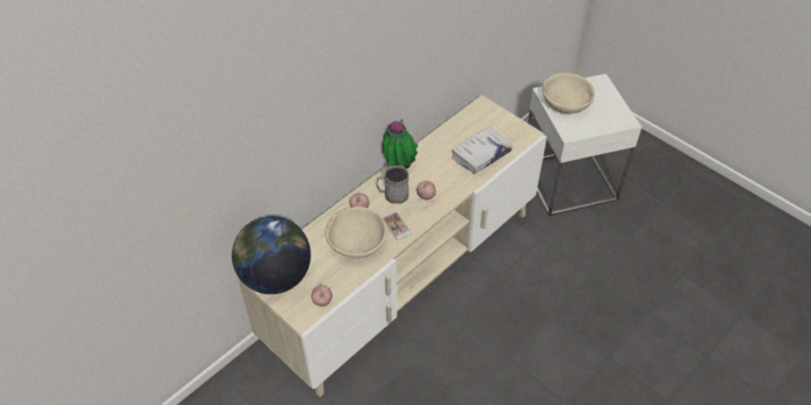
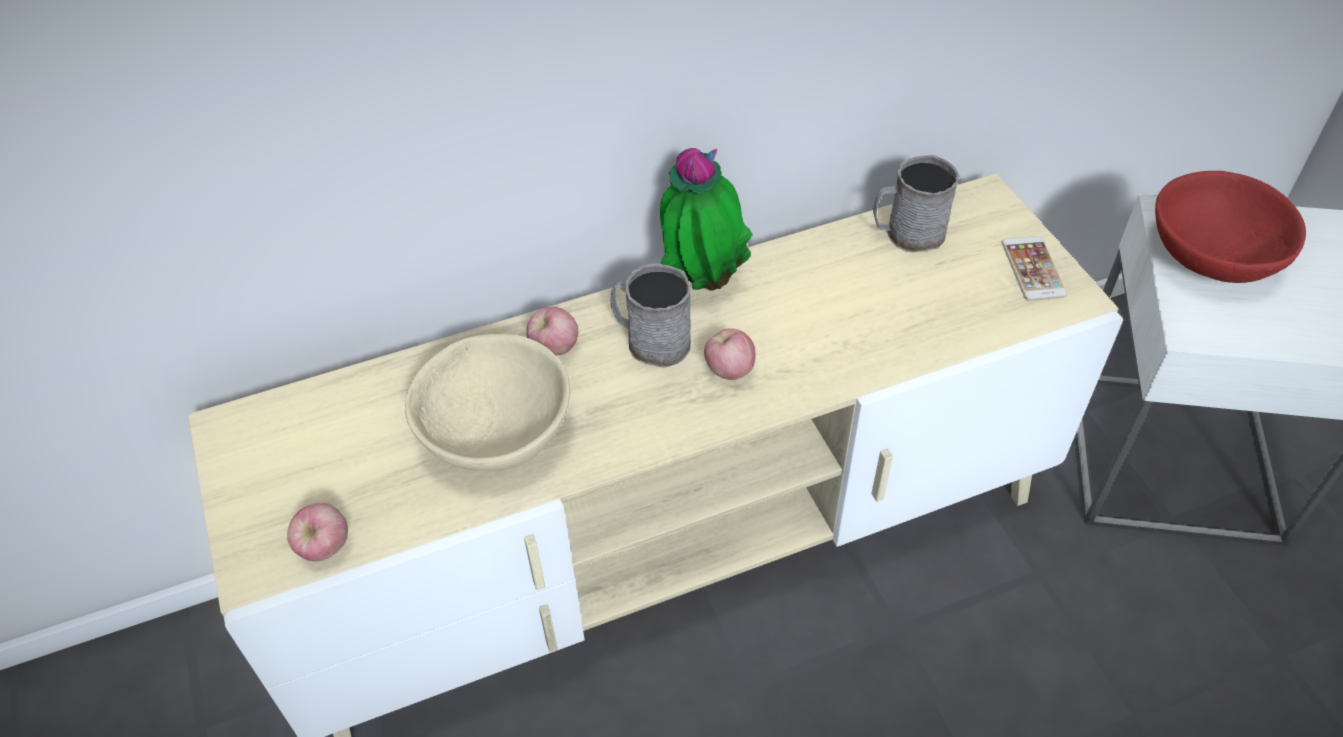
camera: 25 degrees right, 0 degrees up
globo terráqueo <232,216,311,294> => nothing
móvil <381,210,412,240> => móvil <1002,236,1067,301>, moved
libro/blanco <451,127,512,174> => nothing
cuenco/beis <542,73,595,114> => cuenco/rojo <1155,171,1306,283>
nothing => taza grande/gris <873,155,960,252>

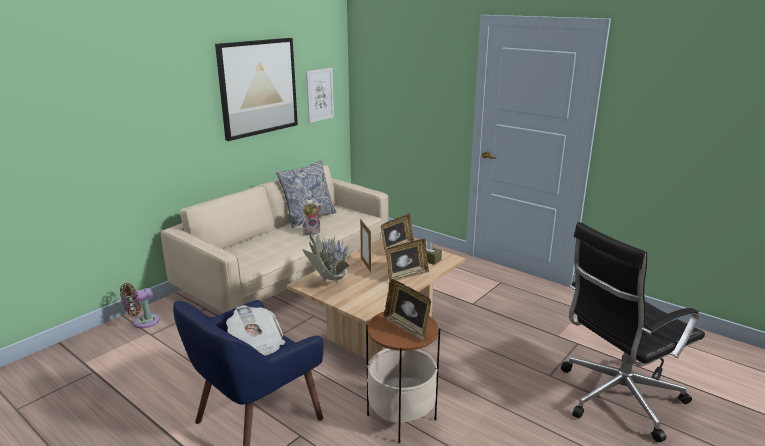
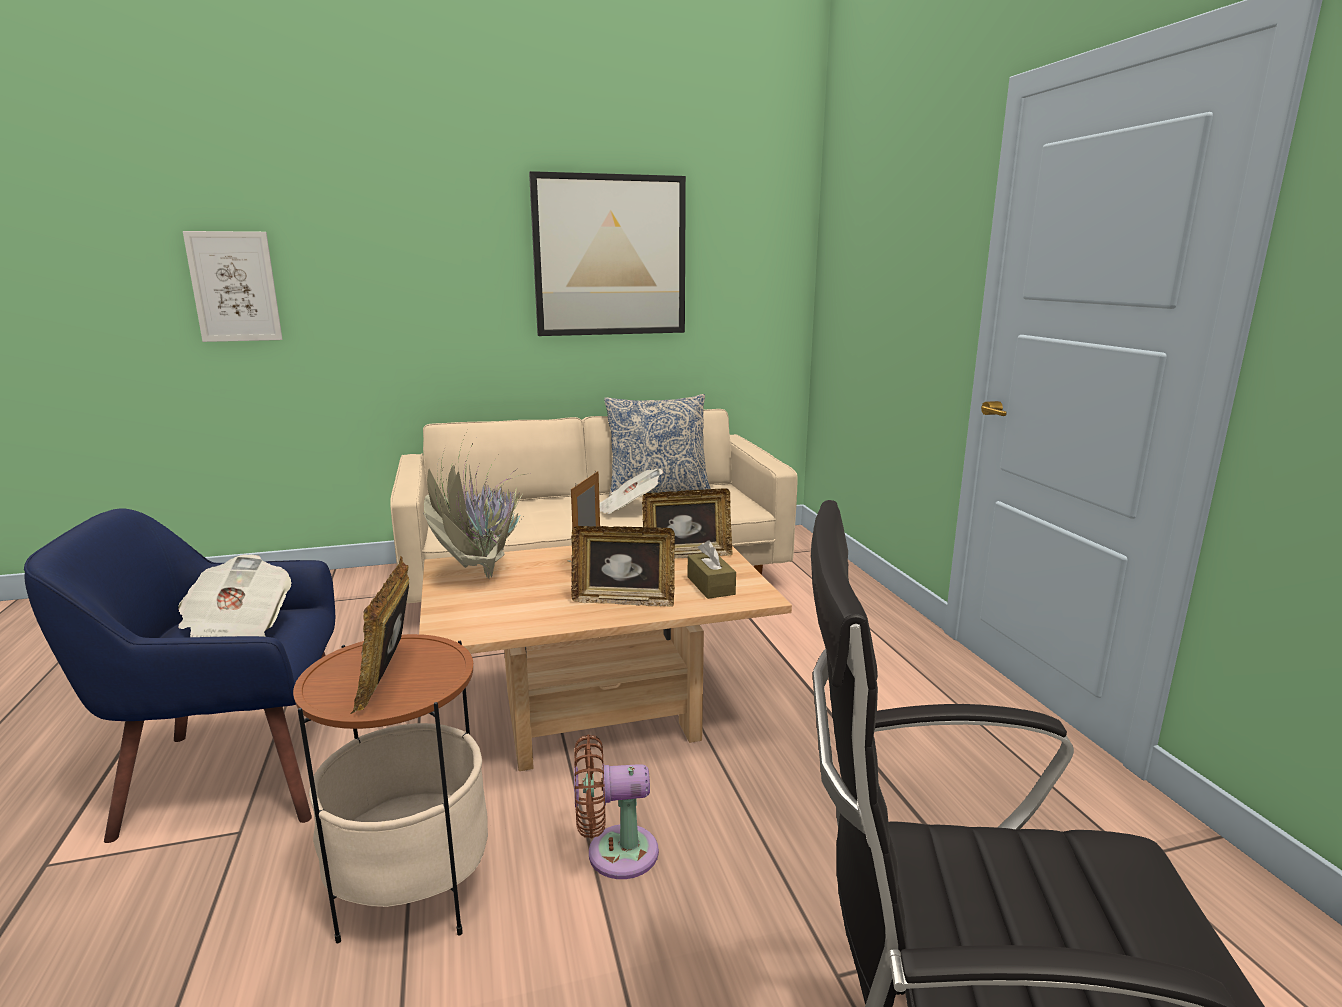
camera: 35 degrees right, 5 degrees down
ventilador/marrón <120,283,160,328> => ventilador/marrón <574,735,659,879>, moved
peluche <302,199,322,235> => periódico <599,469,663,514>
cuadro <306,68,334,123> => cuadro <183,231,283,342>, moved

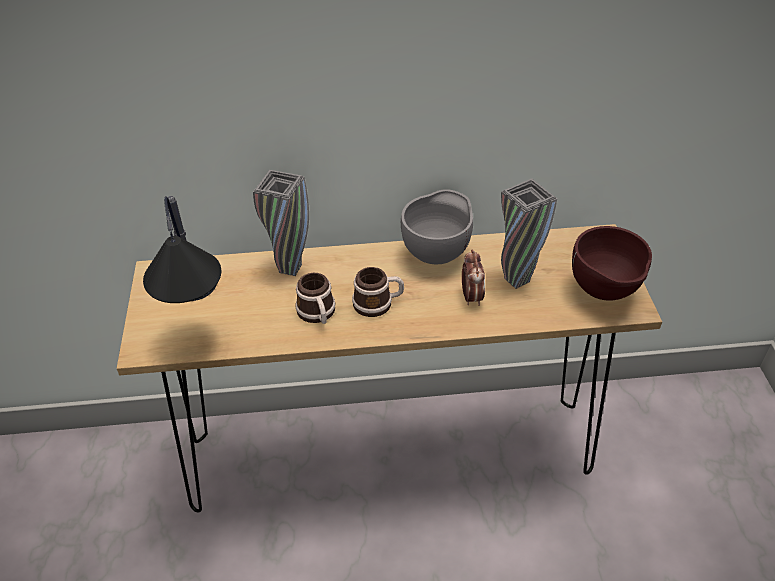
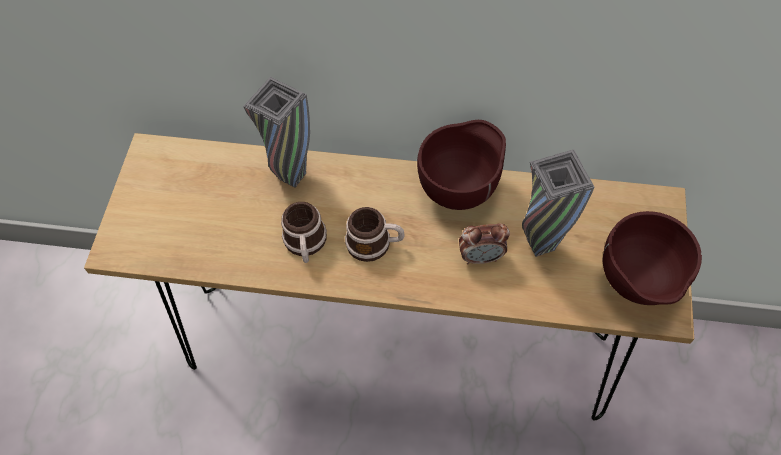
camera: 15 degrees right, 15 degrees up
lámpara de mesa <143,196,221,303> => nothing
cuenco/gris <401,189,473,264> => cuenco/marrón <417,120,506,210>
despertador <462,250,485,306> => despertador <459,223,510,265>, 75 degrees clockwise

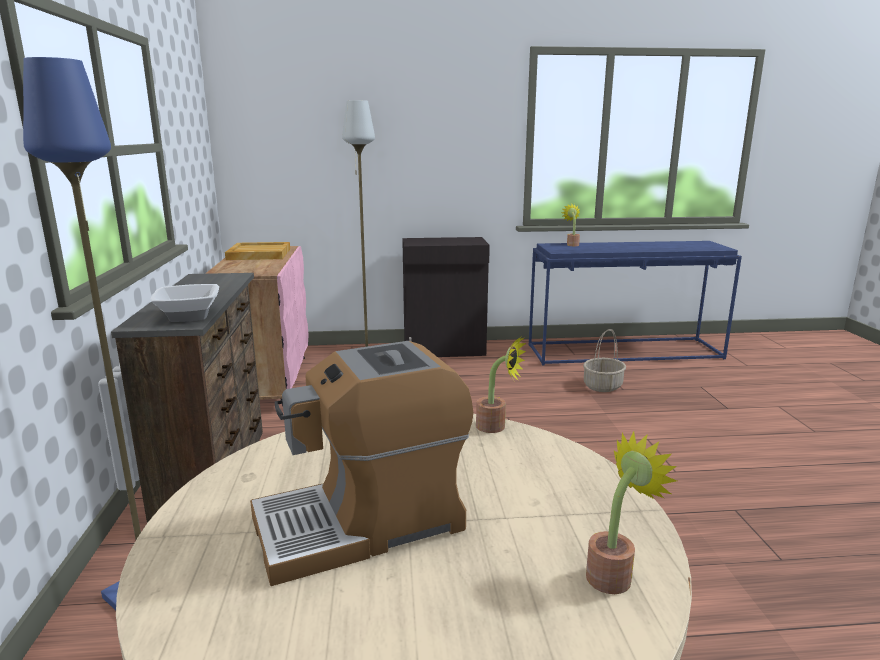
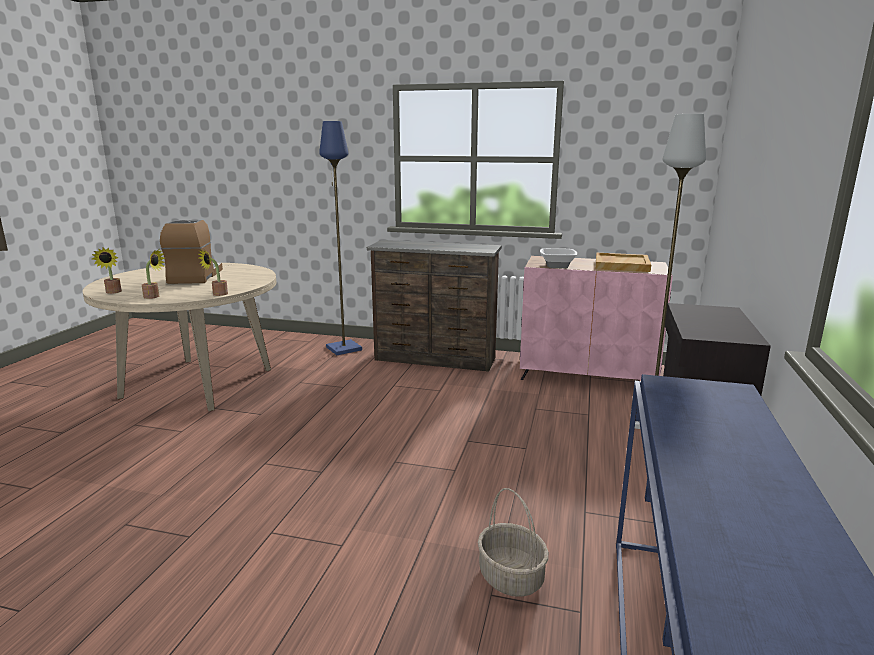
camera: 110 degrees right, 0 degrees up
cuenco <150,284,219,322> => cuenco <540,248,577,268>, moved
planta en maceta <561,204,580,246> => planta en maceta <142,249,165,299>, moved

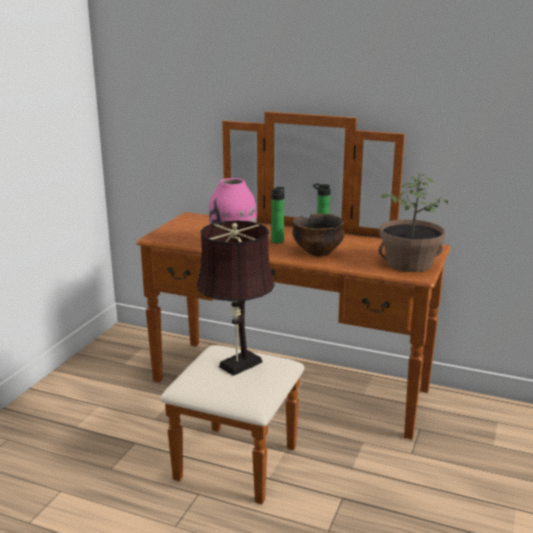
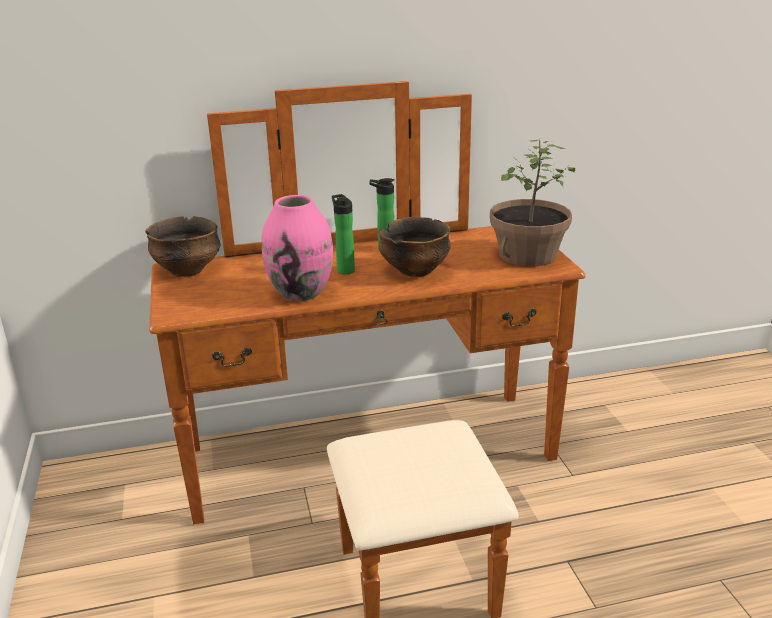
camera: 35 degrees left, 5 degrees up
lámpara de mesa/marrón <197,220,275,376> => nothing
nothing => cuenco <145,216,221,277>

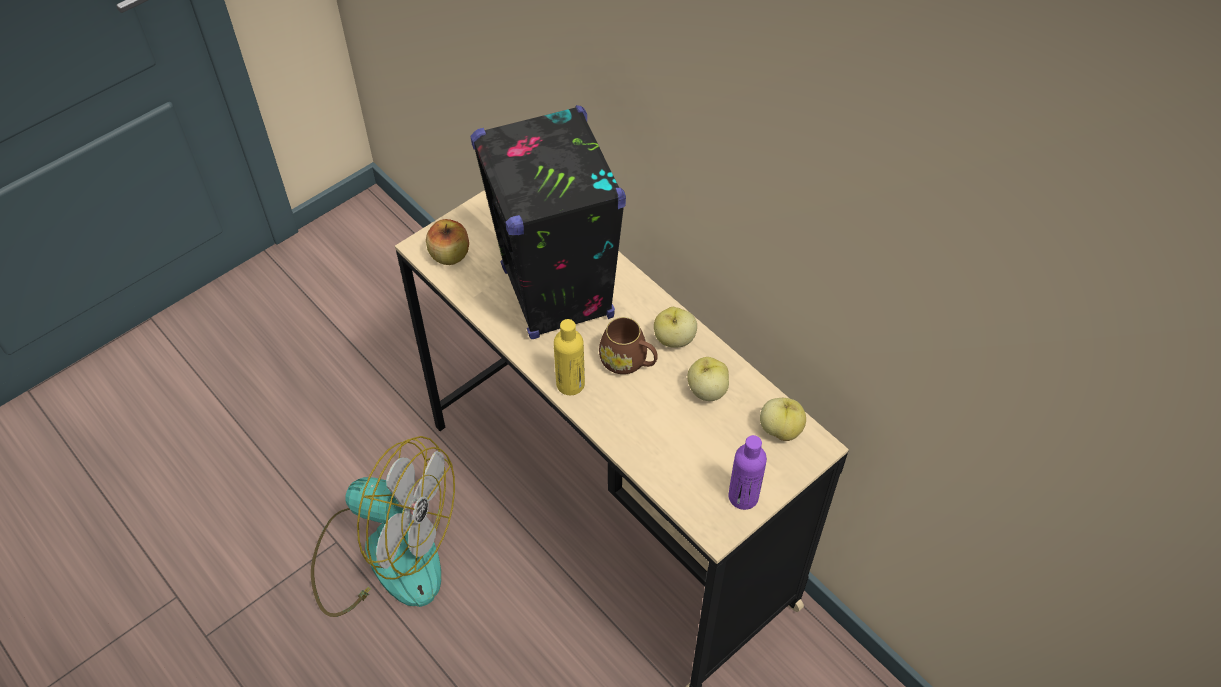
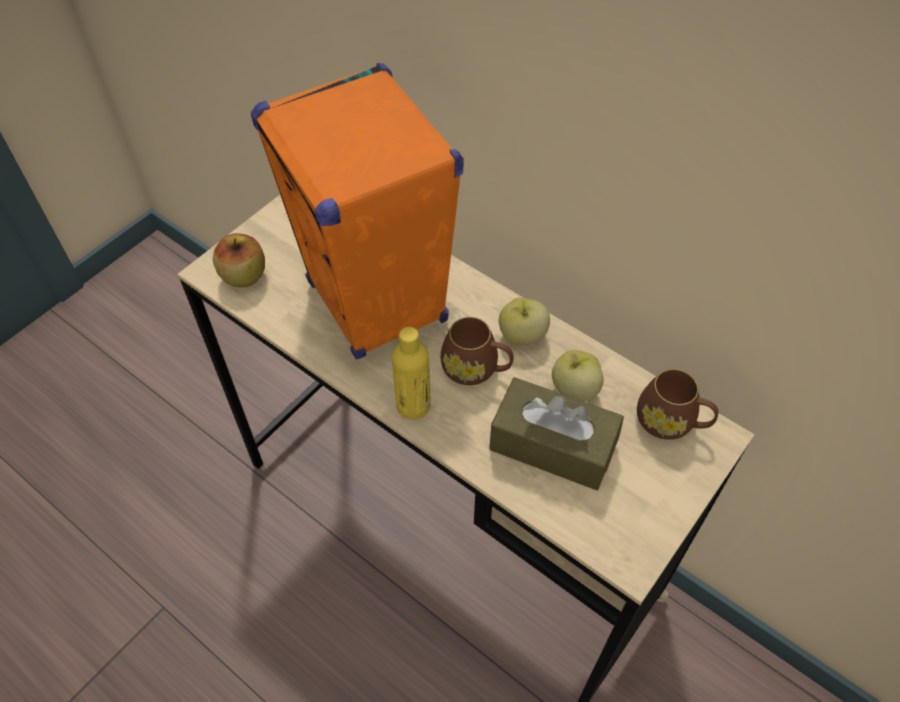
camera: 10 degrees left, 0 degrees up
ventilador <311,436,455,617> => nothing
altavoz/negro <471,105,626,339> => altavoz/naranja <251,63,464,359>
botella/morado <728,435,767,510> => nothing
manzana <760,398,806,441> => taza grande/marrón <637,369,718,440>
nothing => caja de pañuelos/marrón <489,377,624,490>

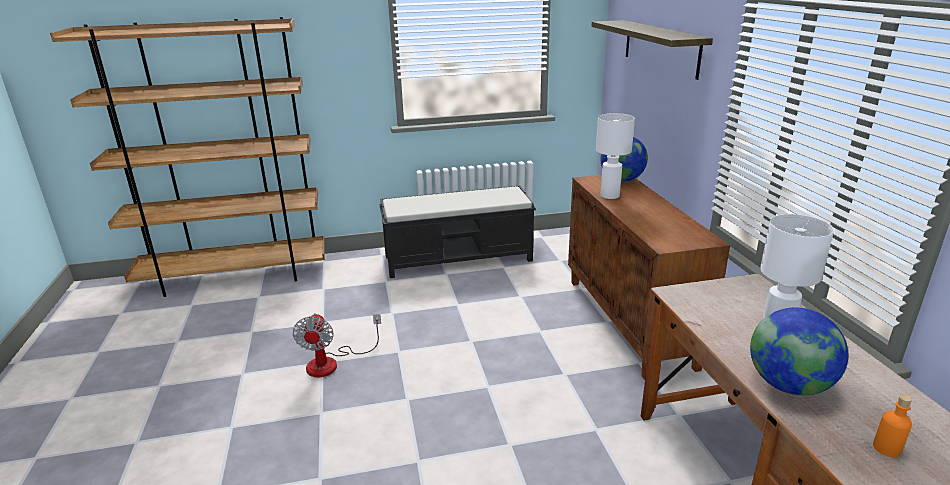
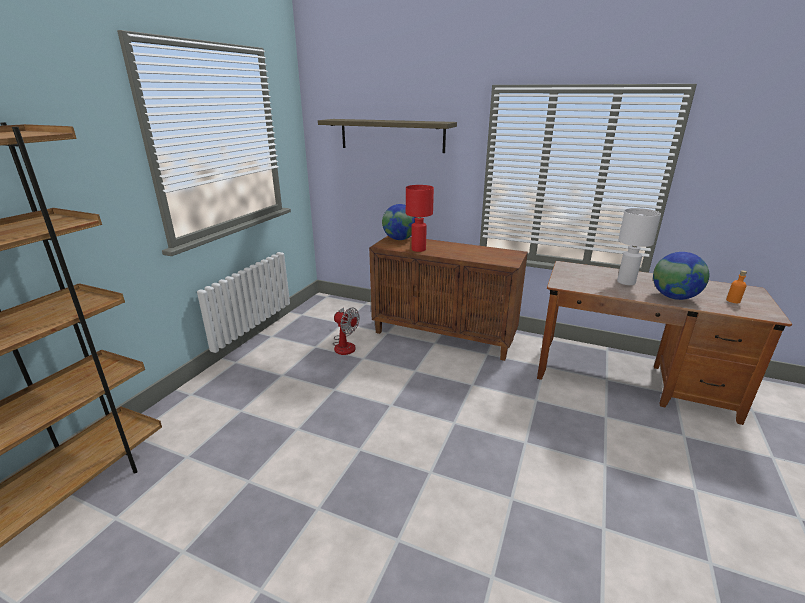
camera: 55 degrees left, 0 degrees up
ventilador <292,313,381,377> => ventilador <332,307,360,355>, moved
banco/negro <379,185,536,278> => nothing
lámpara de mesa/blanco <596,113,635,199> => lámpara de mesa/rojo <406,185,434,252>

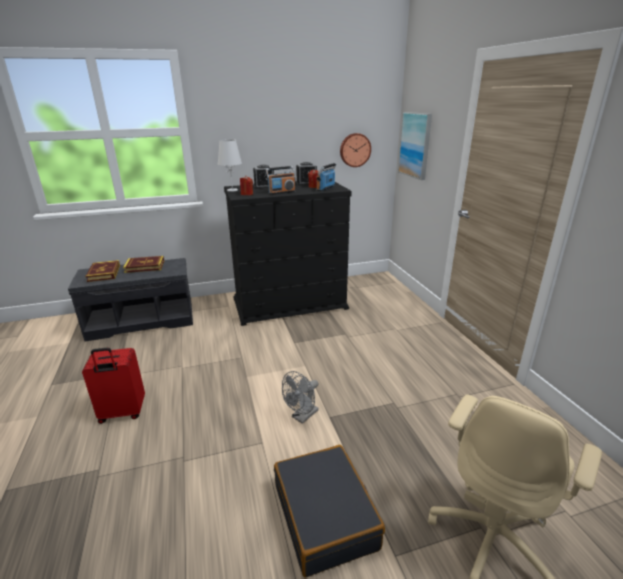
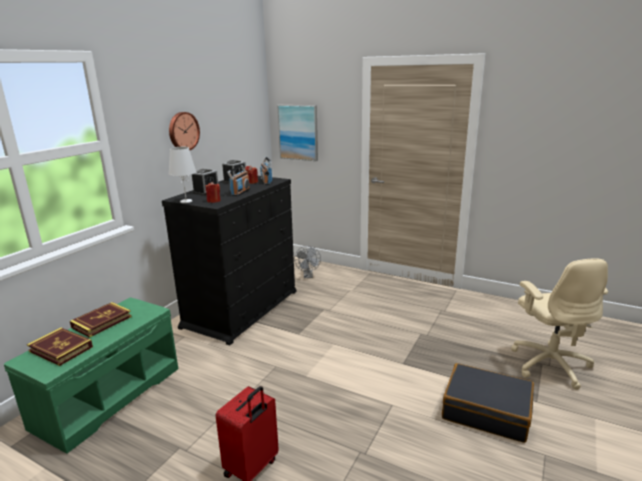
camera: 45 degrees left, 5 degrees down
banco/gris <68,258,193,341> => banco/verde <4,297,178,454>
ventilador/gris <282,371,319,424> => ventilador/gris <294,246,321,278>, moved
reloj de pared <340,133,371,167> => reloj de pared <169,112,200,150>, moved

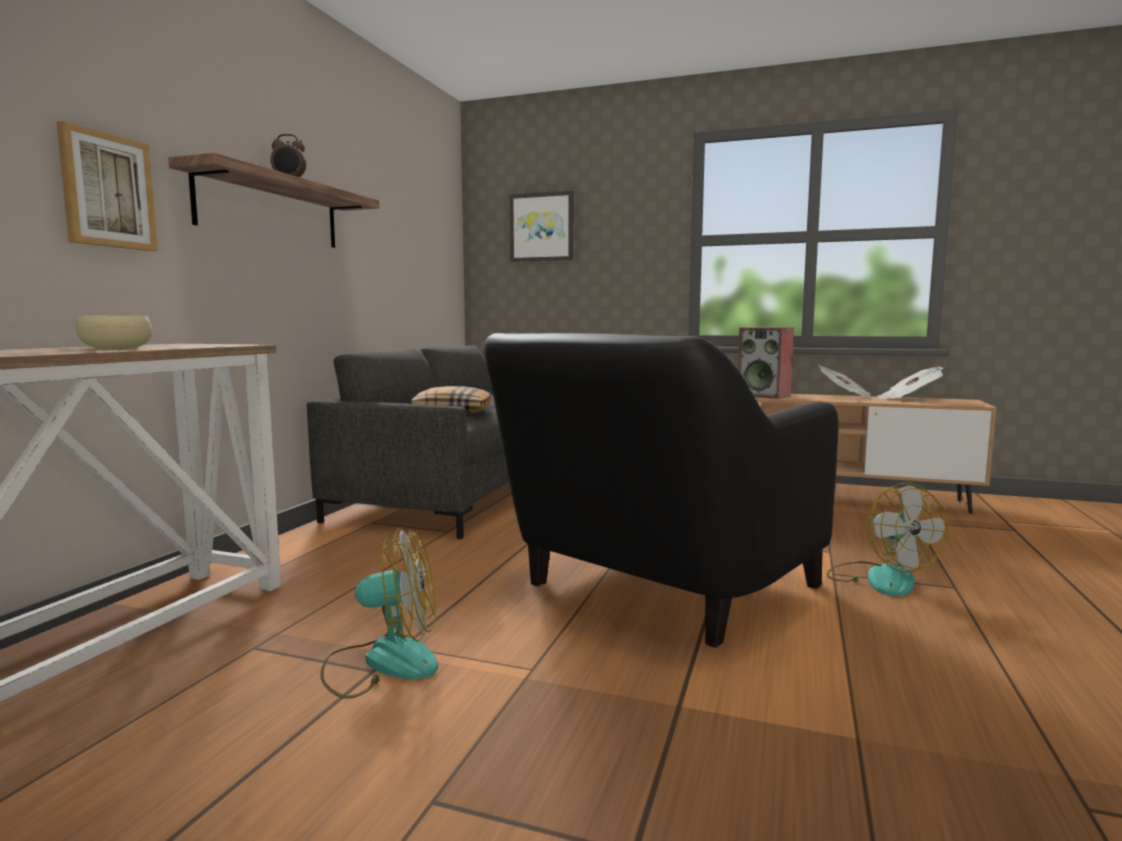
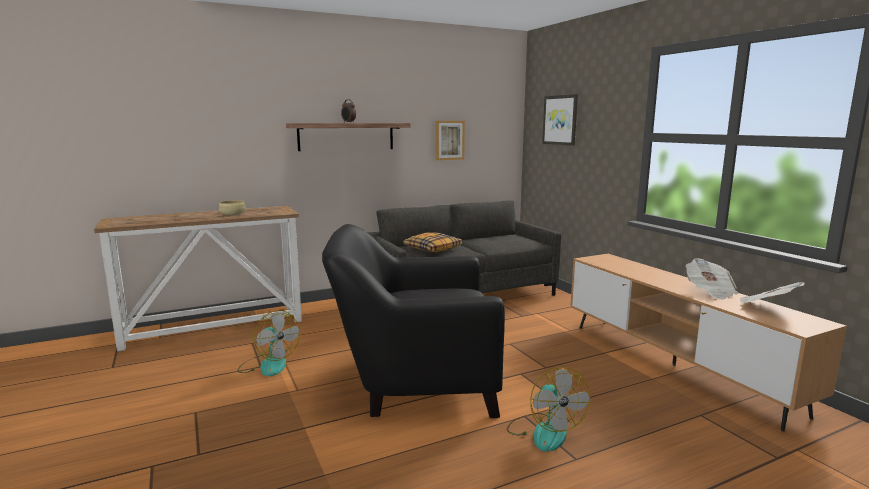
camera: 45 degrees right, 5 degrees up
cuadro <56,121,158,251> => cuadro <435,121,465,160>, moved
altavoz <738,327,794,399> => nothing
ventilador <827,483,948,596> => ventilador <507,367,590,452>, 45 degrees counterclockwise

